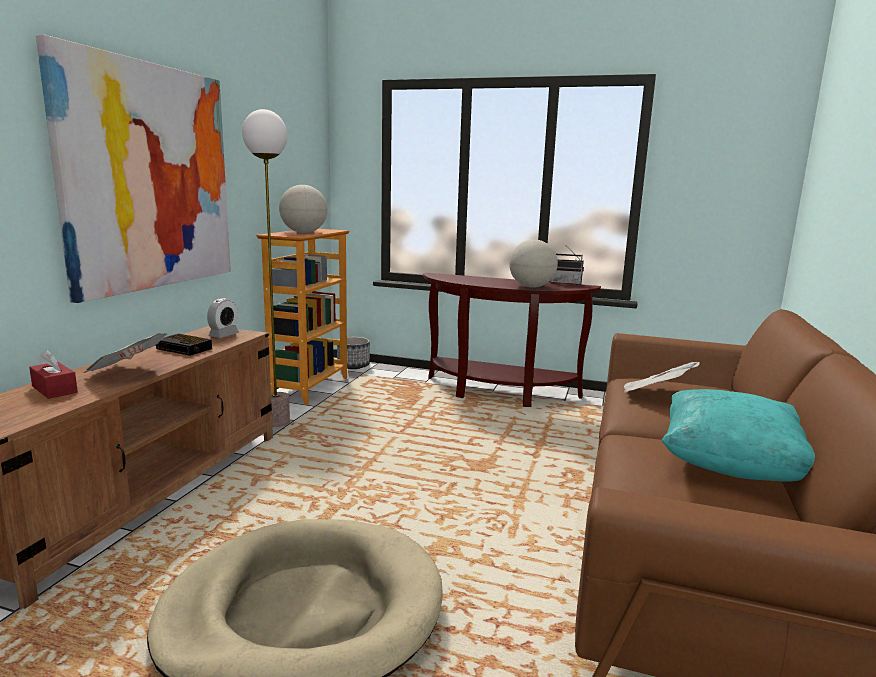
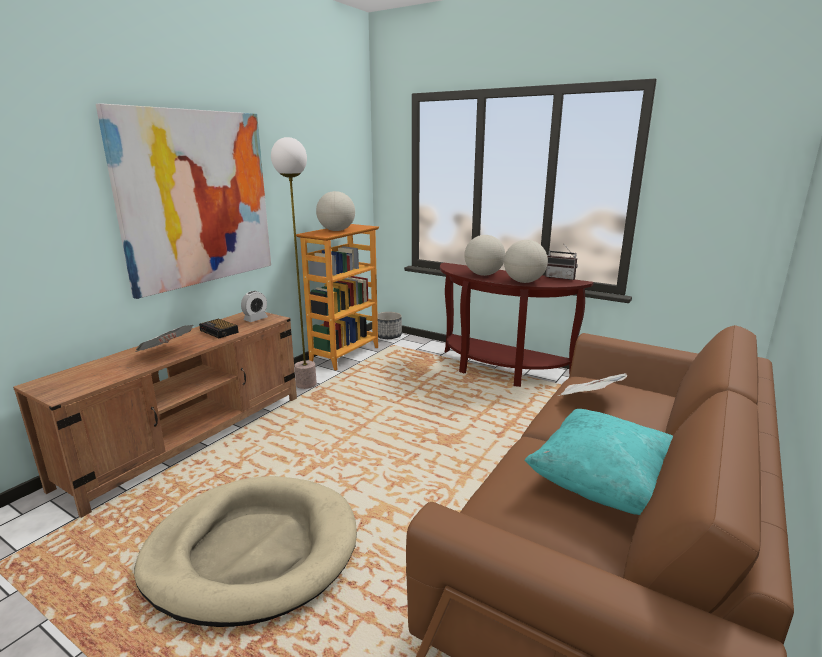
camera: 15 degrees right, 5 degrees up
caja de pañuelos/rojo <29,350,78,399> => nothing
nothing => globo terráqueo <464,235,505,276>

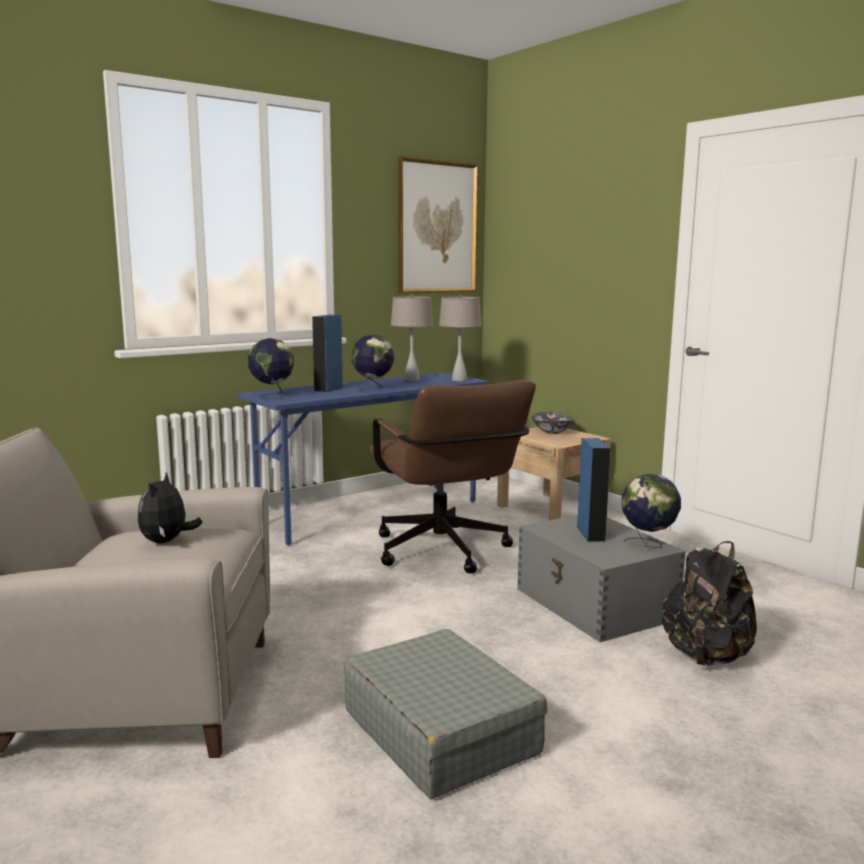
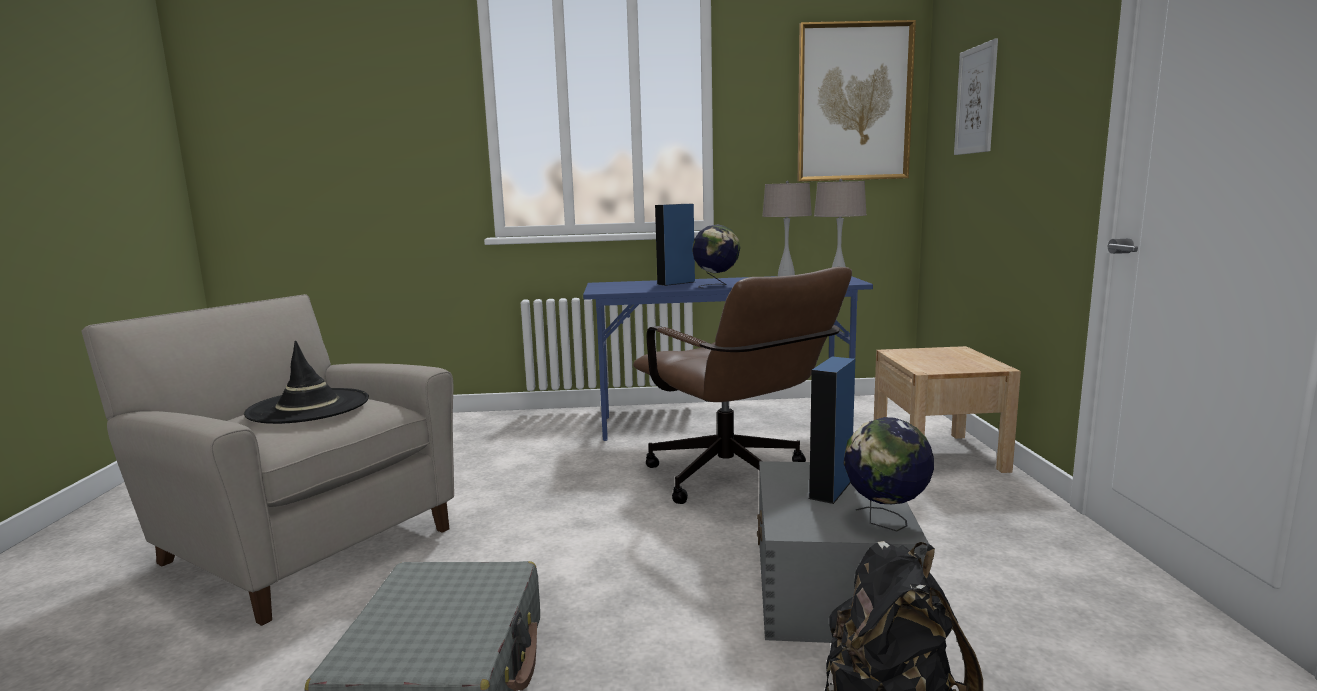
camera: 35 degrees right, 0 degrees up
peluche <137,472,203,543> => sombrero/negro <244,340,369,424>
globo terráqueo <248,338,294,399> => nothing
silla de oficina/marrón <369,380,536,573> => silla de oficina/marrón <633,267,852,504>, 45 degrees counterclockwise
cuenco <532,411,575,434> => nothing
nothing => cuadro <954,39,998,155>

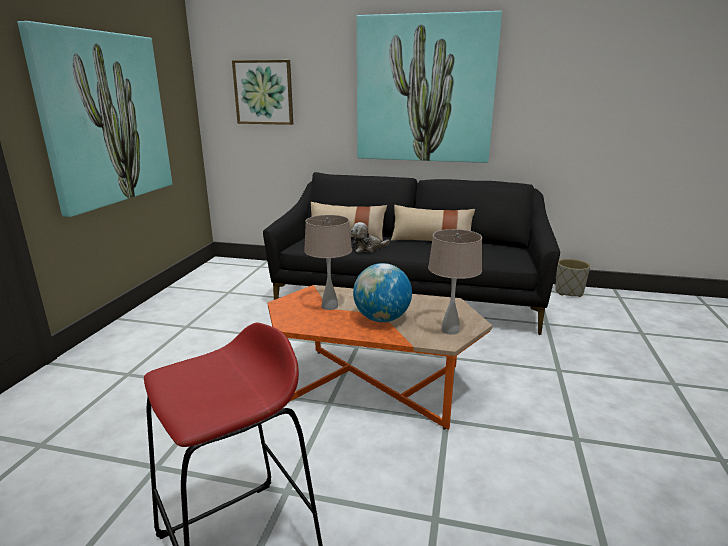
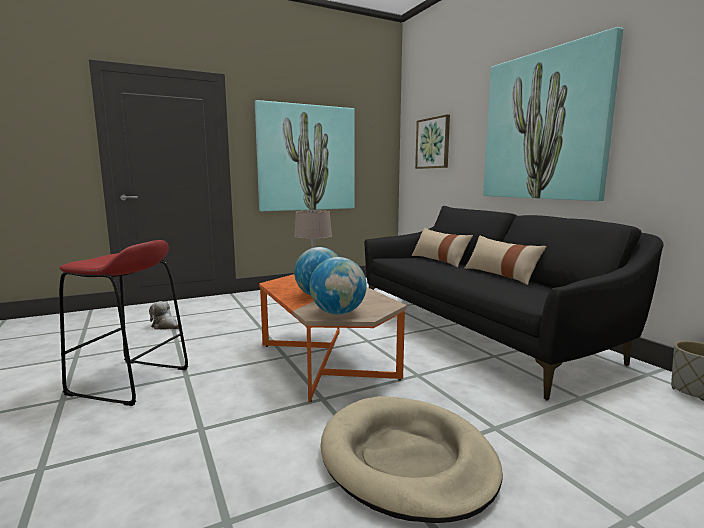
camera: 50 degrees right, 10 degrees down
peluche <350,222,390,253> => peluche <149,301,182,330>, moved
lámpara de mesa/beis <428,229,482,335> => globo terráqueo <309,257,367,315>
nothing => cama para perro/beis <320,396,503,523>

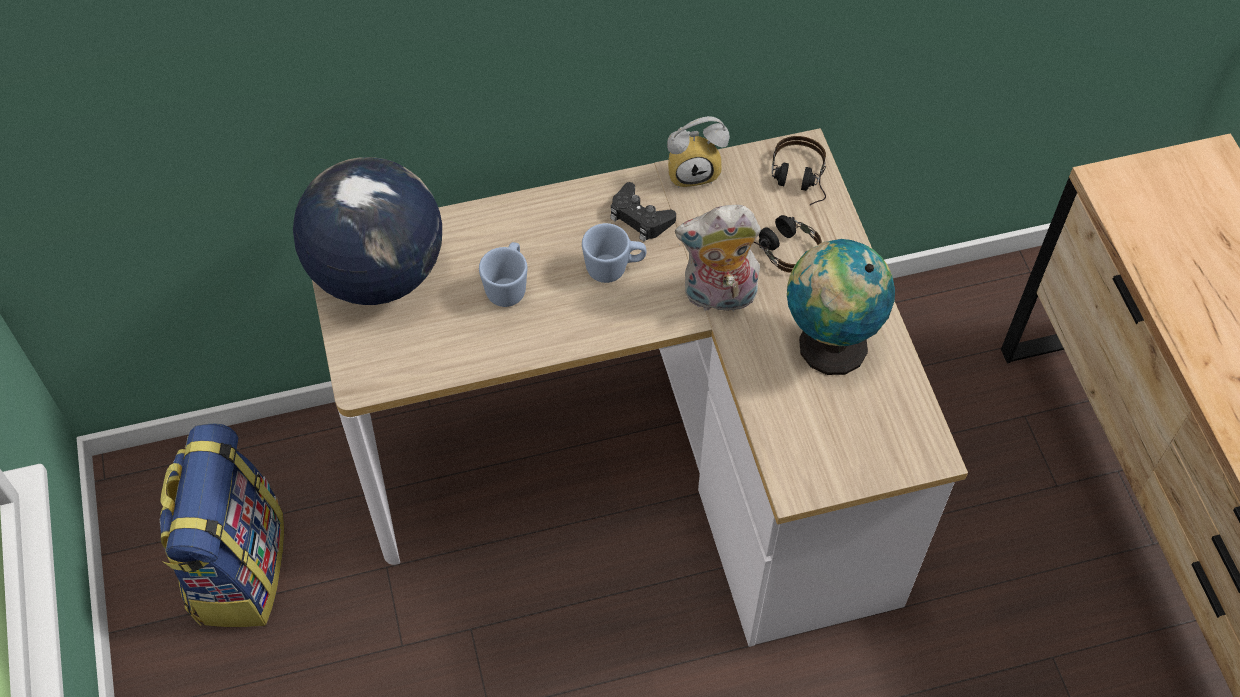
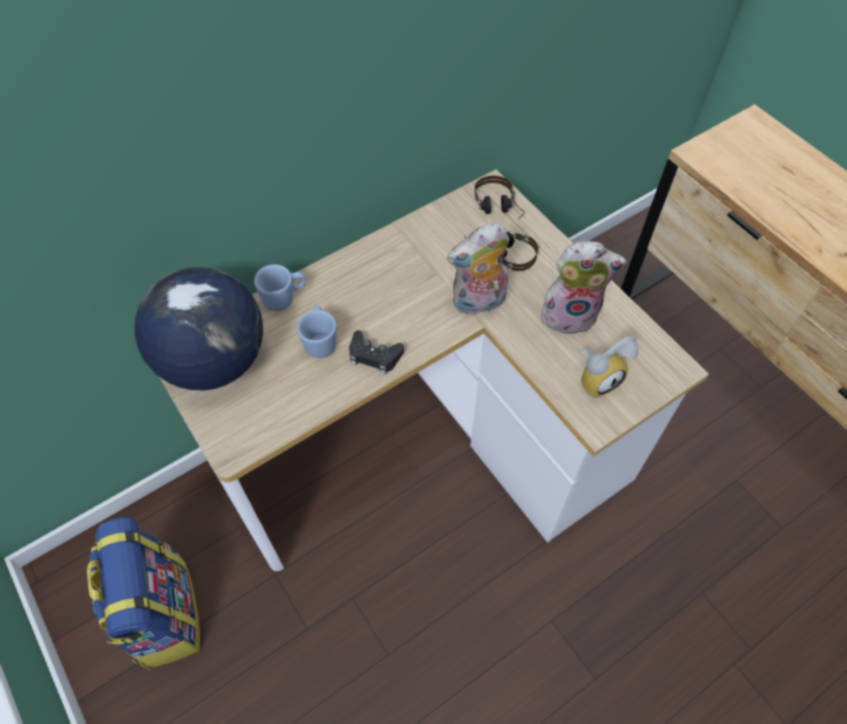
camera: 20 degrees left, 0 degrees up
taza grande/azul <582,223,646,283> => taza grande/azul <254,264,306,311>, moved
mando de consola/negro <610,182,676,242> => mando de consola/negro <349,330,404,375>, moved
despertador <667,116,730,188> => despertador <581,336,639,398>, moved
globo terráqueo <787,239,895,375> => peluche <538,241,627,335>

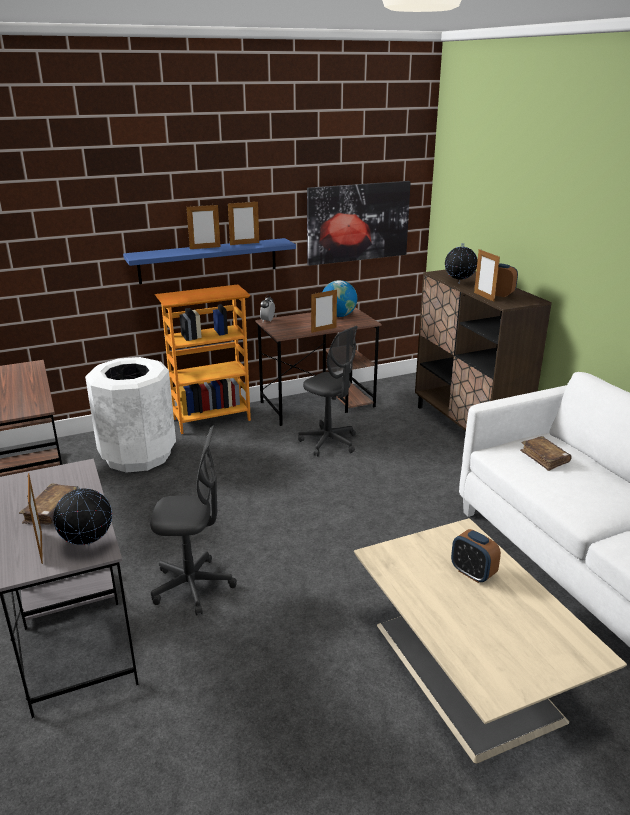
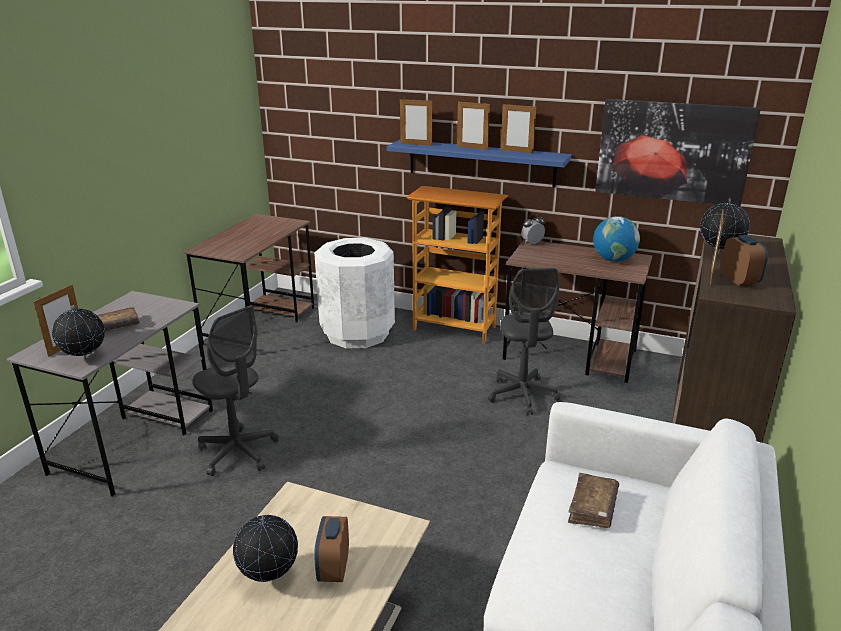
camera: 45 degrees right, 0 degrees up
portarretratos <311,290,337,333> => portarretratos <400,98,432,146>, moved
nothing => globo terráqueo <233,515,298,582>

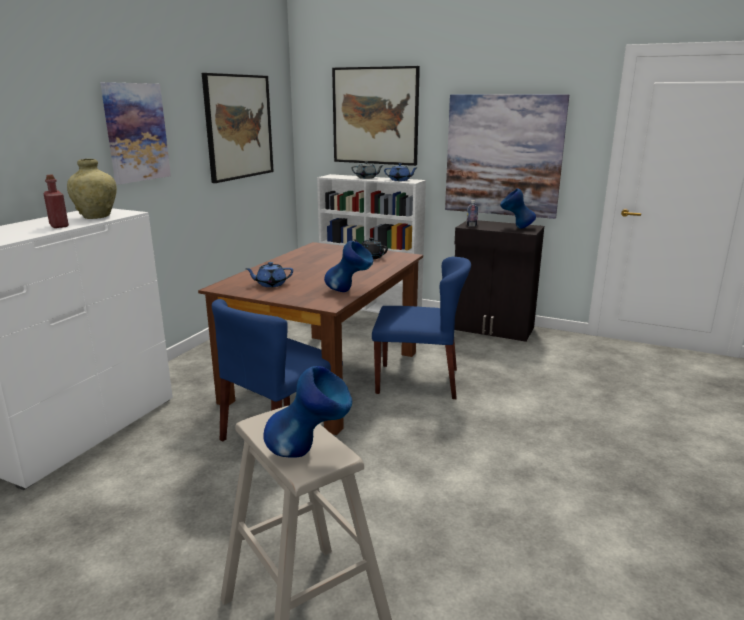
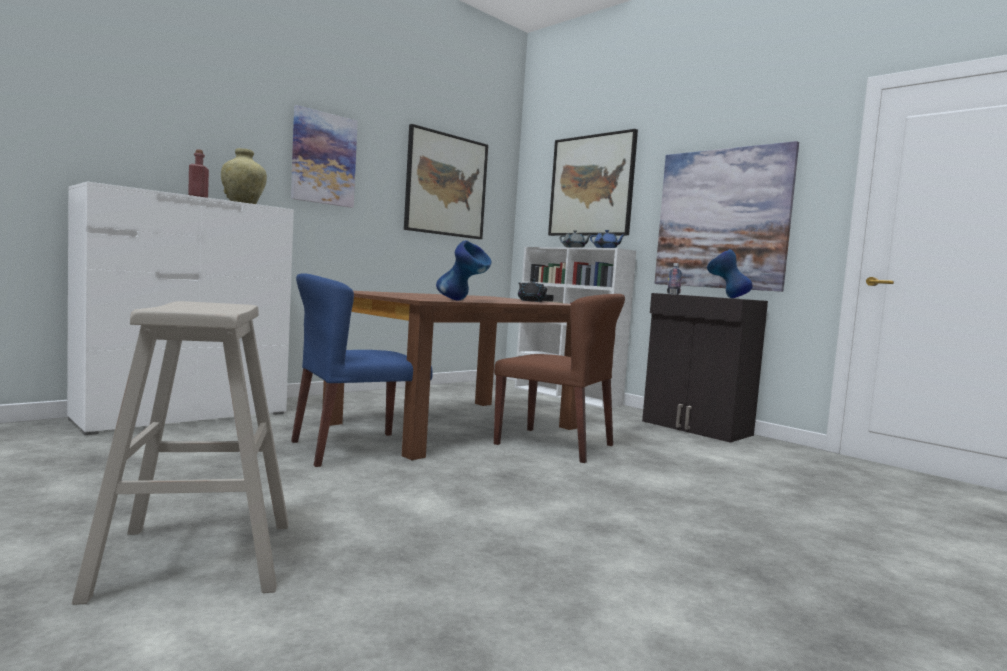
camera: 20 degrees right, 15 degrees down
tetera/azul <245,262,293,287> => nothing
florero/azul <263,366,352,458> => nothing
silla/azul <372,257,471,399> => silla/marrón <494,294,625,463>

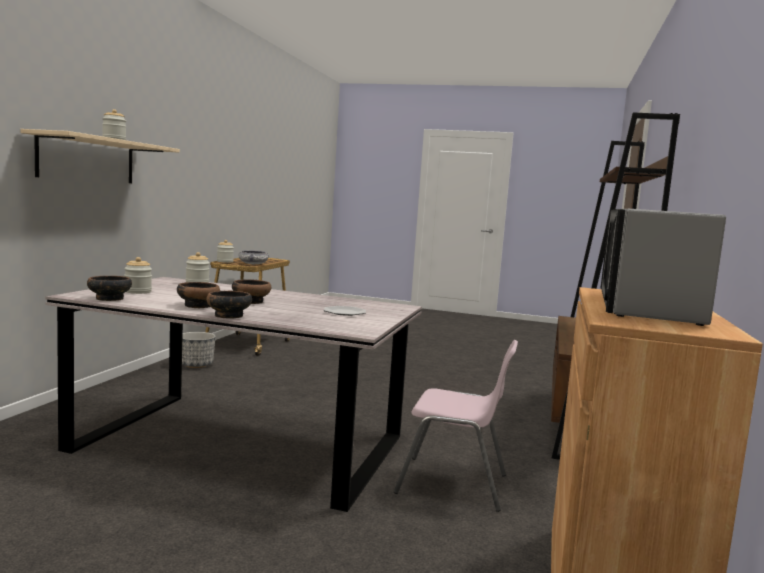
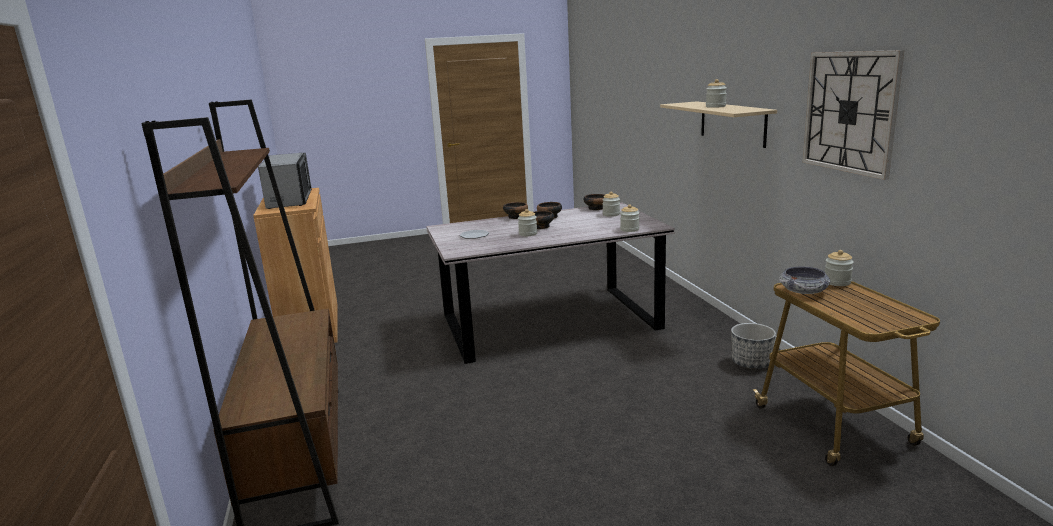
camera: 150 degrees right, 10 degrees up
silla/rosa <394,340,518,512> => nothing
nothing => tarro <518,209,537,236>
nothing => reloj de pared <803,50,904,180>

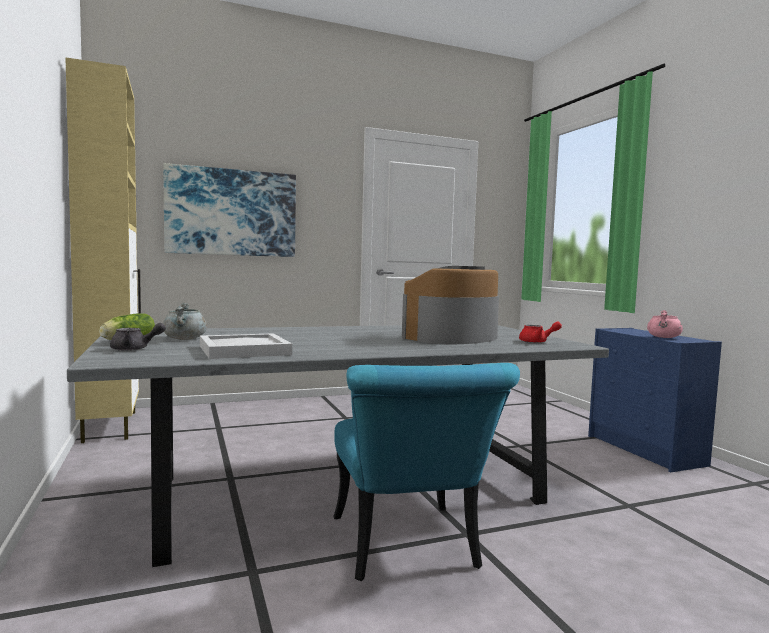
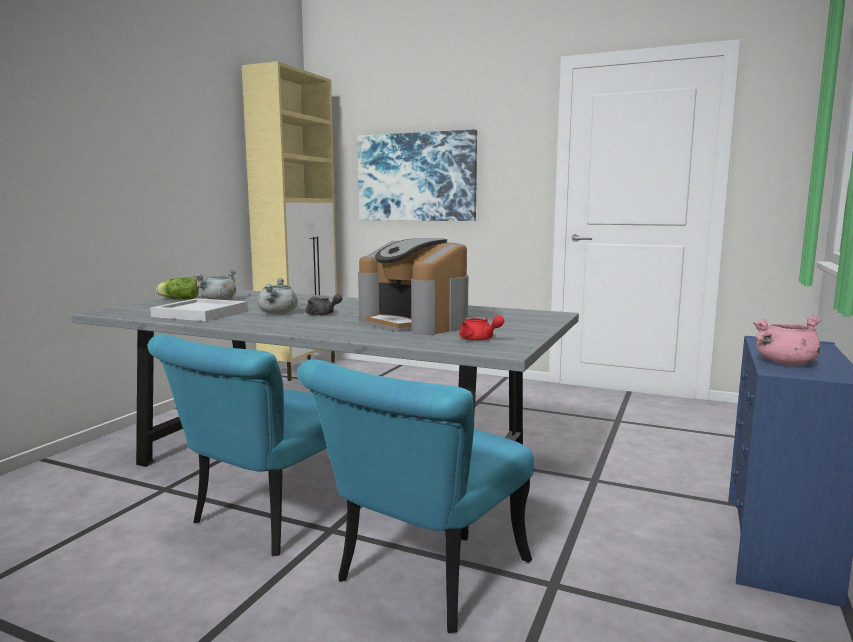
camera: 45 degrees right, 5 degrees up
tetera/gris <110,323,166,351> => tetera/gris <306,294,343,316>, moved
cafetera <402,266,499,345> => cafetera <358,238,468,335>, 135 degrees counterclockwise
nothing => olla/gris <258,278,298,314>
nothing => silla/turquesa <297,359,533,633>

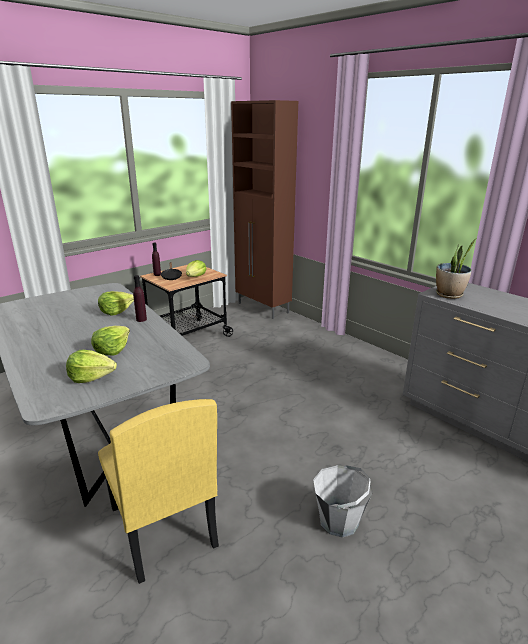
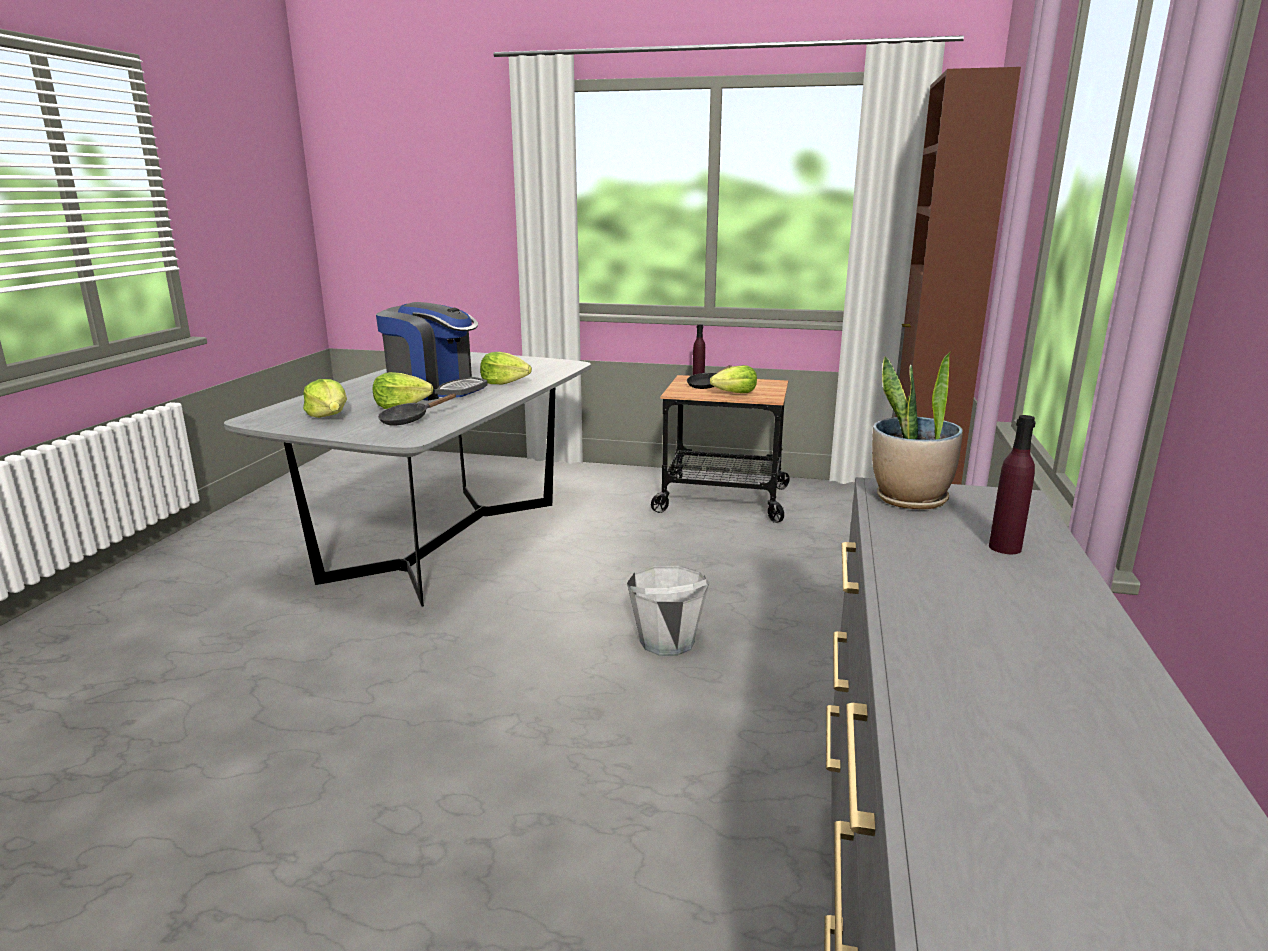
camera: 55 degrees right, 5 degrees down
silla/amarillo <98,399,219,584> => nothing
botella/morado <133,275,147,322> => botella/morado <989,415,1036,554>, moved
cubo/gris <313,465,373,538> => cubo/gris <627,566,709,656>, moved
nothing => cafetera <376,302,487,401>
nothing => sartén/negro <378,394,457,426>

